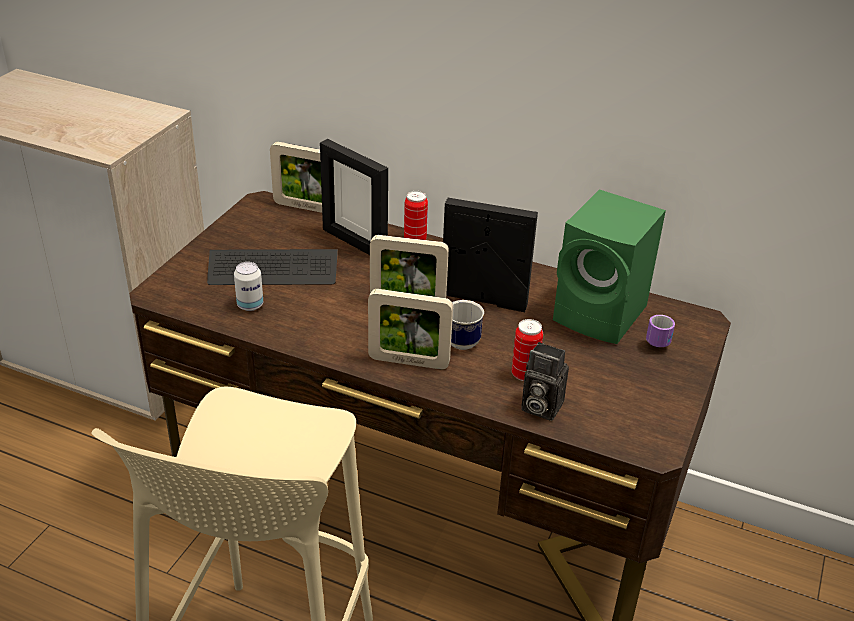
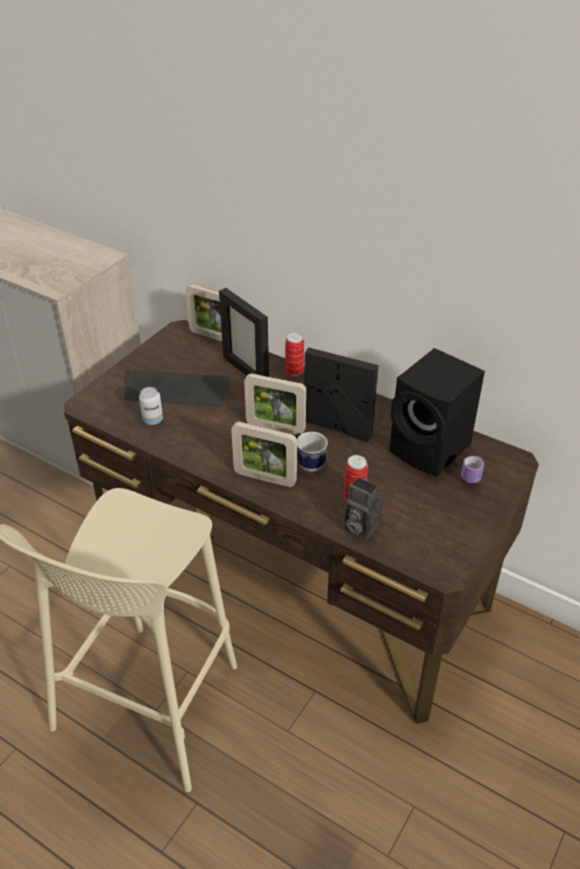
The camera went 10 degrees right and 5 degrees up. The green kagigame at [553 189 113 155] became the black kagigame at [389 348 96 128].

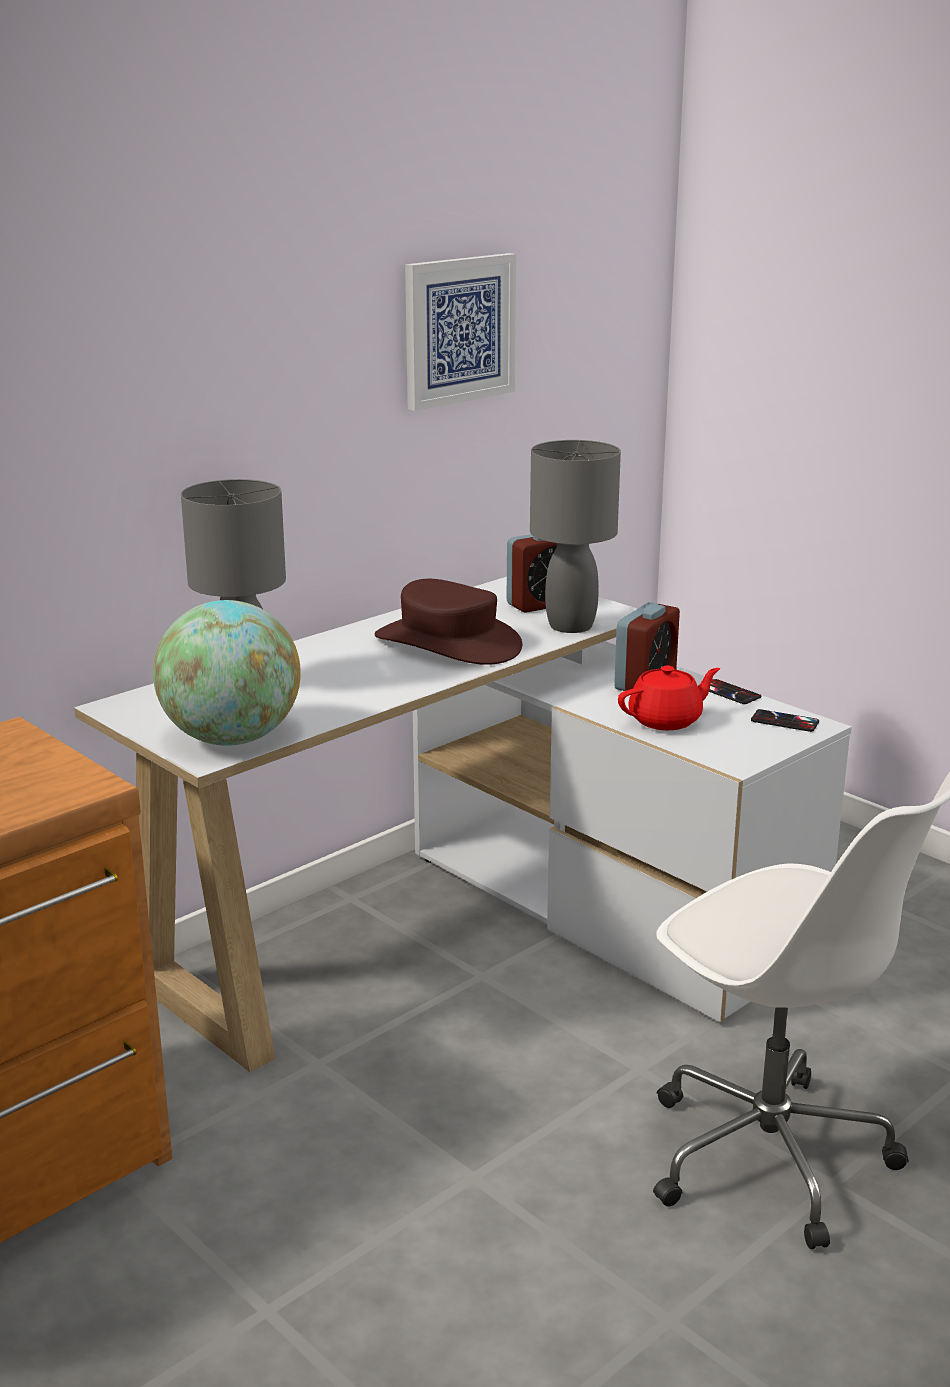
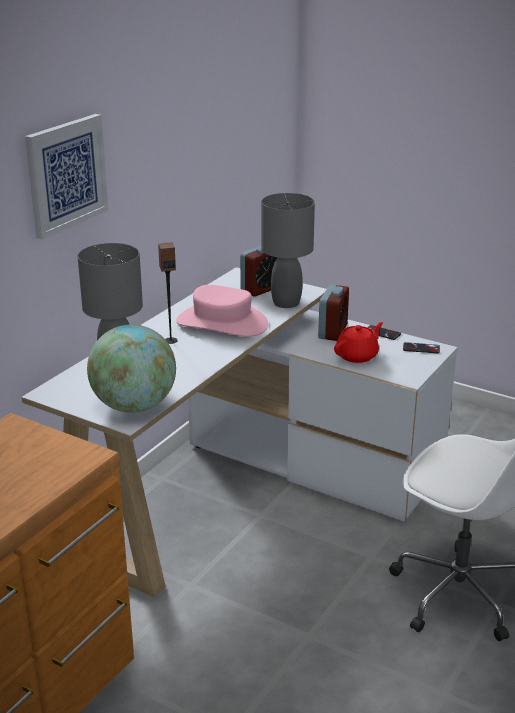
The camera went 15 degrees left and 5 degrees up. The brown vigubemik at [374 579 149 86] became the pink vigubemik at [176 285 92 52]. The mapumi moved from [405 253 111 158] to [25 114 84 126]. The kagigame at [158 242 20 102] appeared.

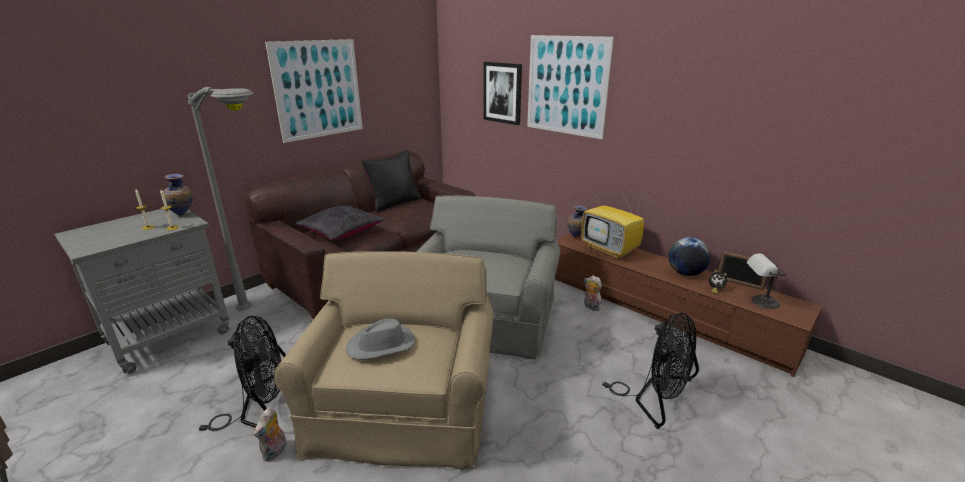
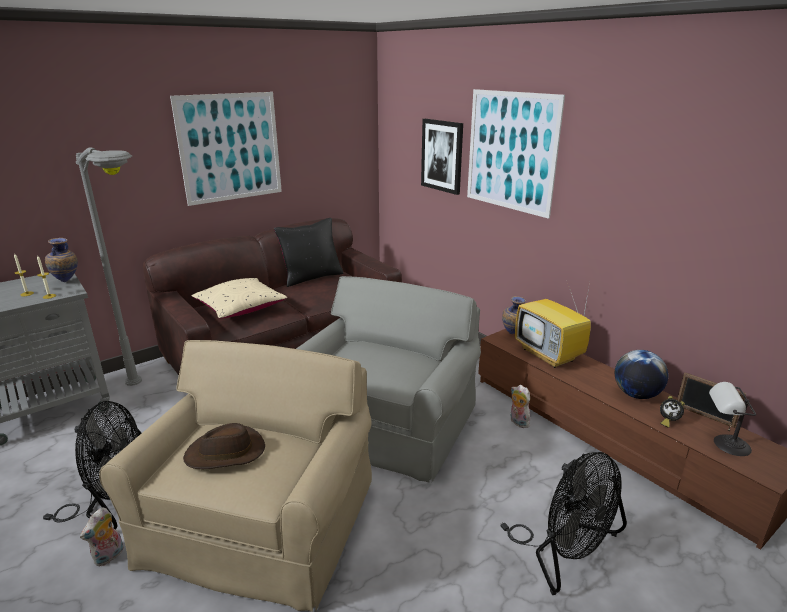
The camera went 10 degrees right and 0 degrees up. The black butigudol at [295 205 90 35] became the beige butigudol at [192 278 96 41]. The grey vigubemik at [346 318 69 41] became the brown vigubemik at [183 423 82 46].

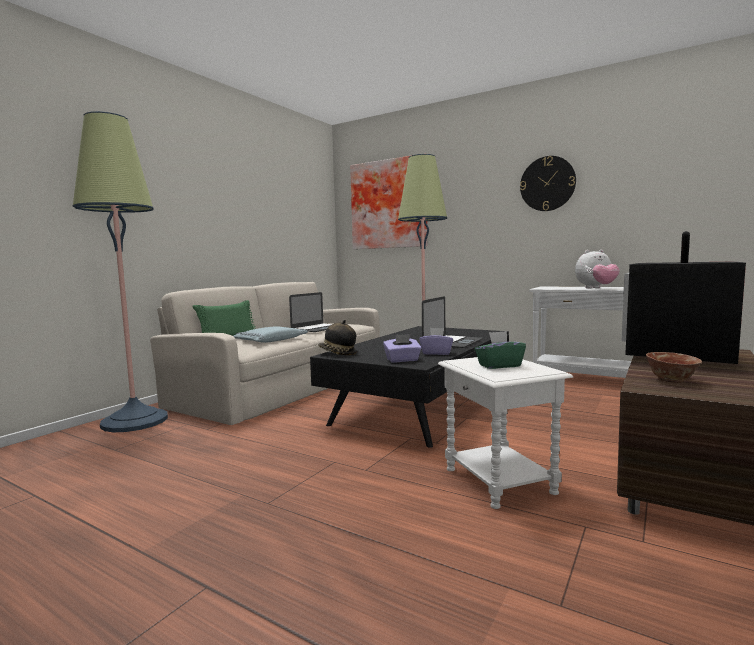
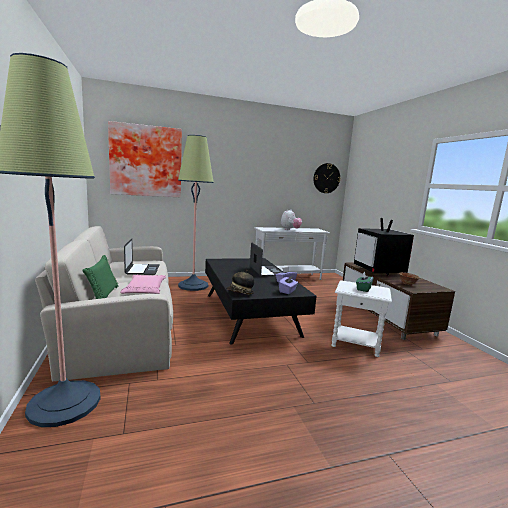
The camera went 50 degrees left and 5 degrees up. The blue butigudol at [234 326 74 17] became the pink butigudol at [120 275 46 19]. The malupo moved from [520 156 56 55] to [313 163 27 30].

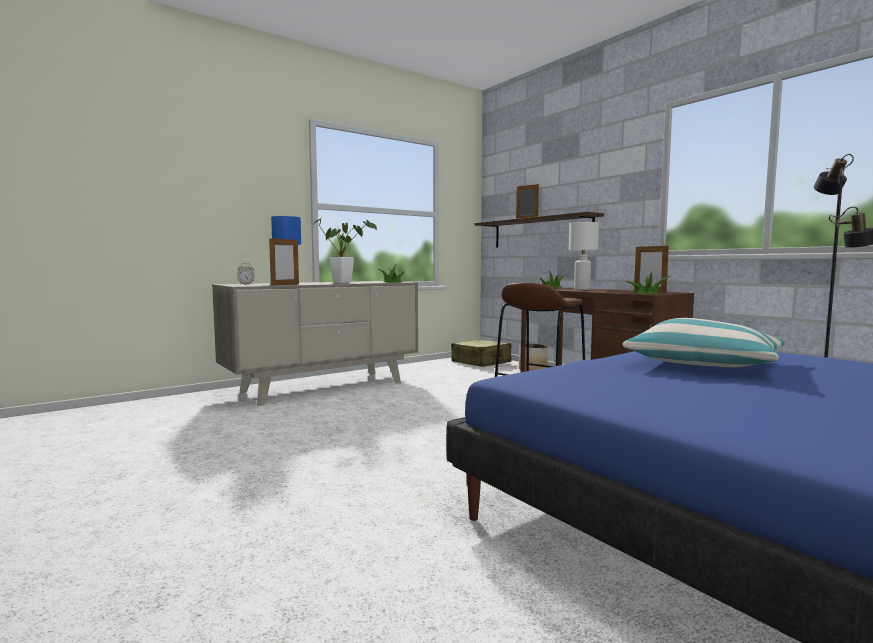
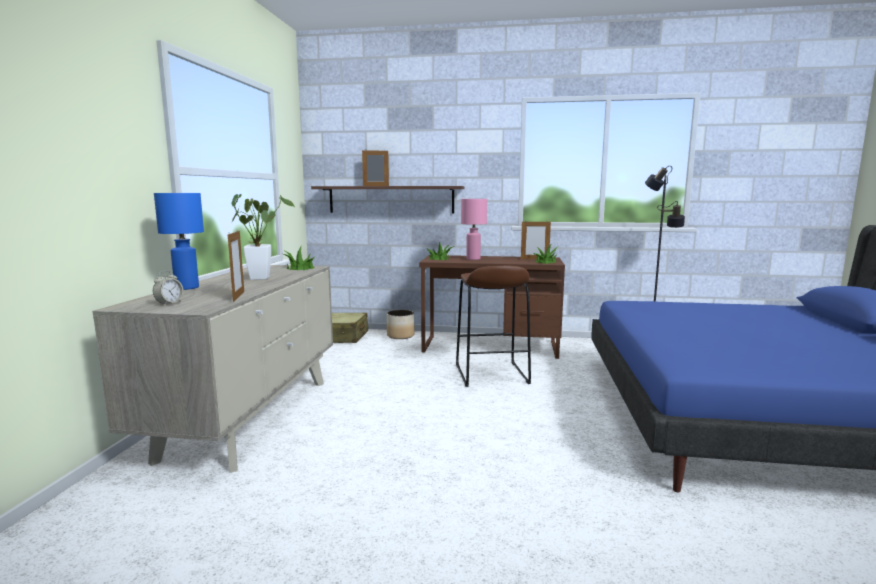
The camera went 45 degrees left and 5 degrees up. The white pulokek at [569 222 30 68] became the pink pulokek at [461 199 26 61]. The butigudol at [623 318 162 49] disappeared.

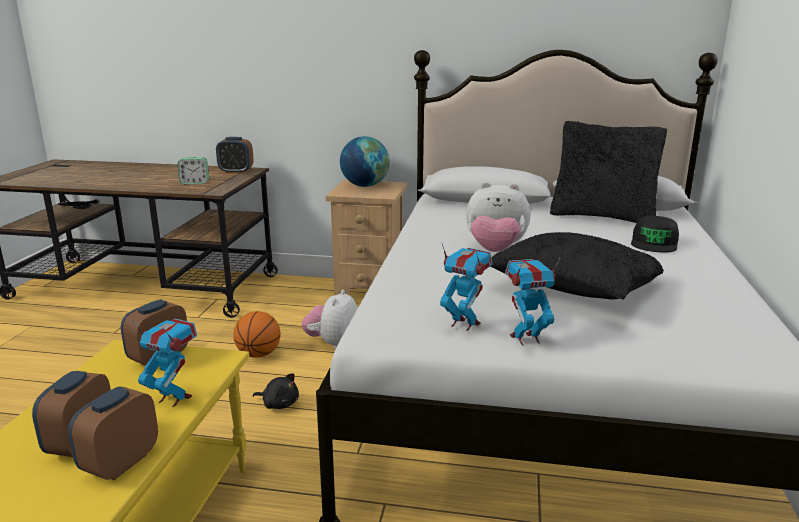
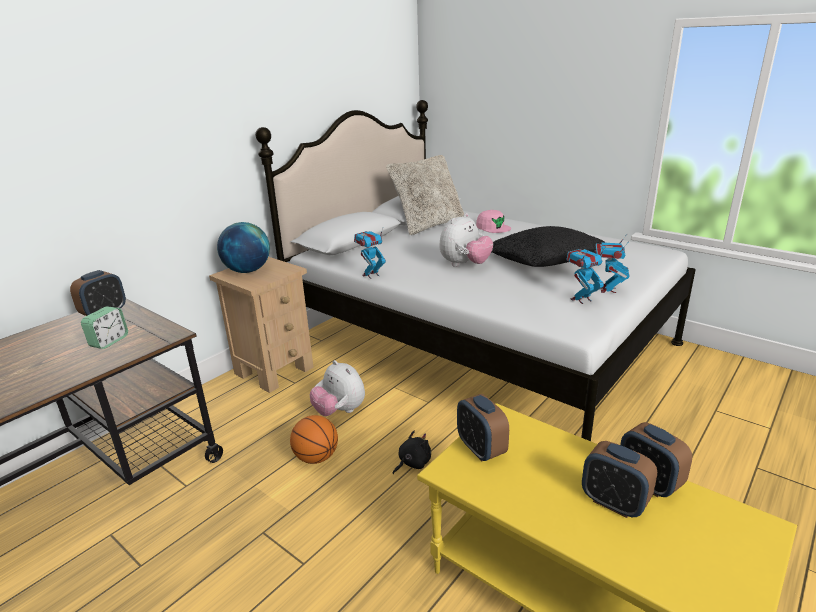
The camera went 60 degrees left and 5 degrees up. The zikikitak moved from [132 319 65 88] to [354 229 32 50]. The black butigudol at [550 121 117 102] became the beige butigudol at [386 155 78 80]. The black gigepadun at [631 216 48 36] became the pink gigepadun at [476 210 35 23].

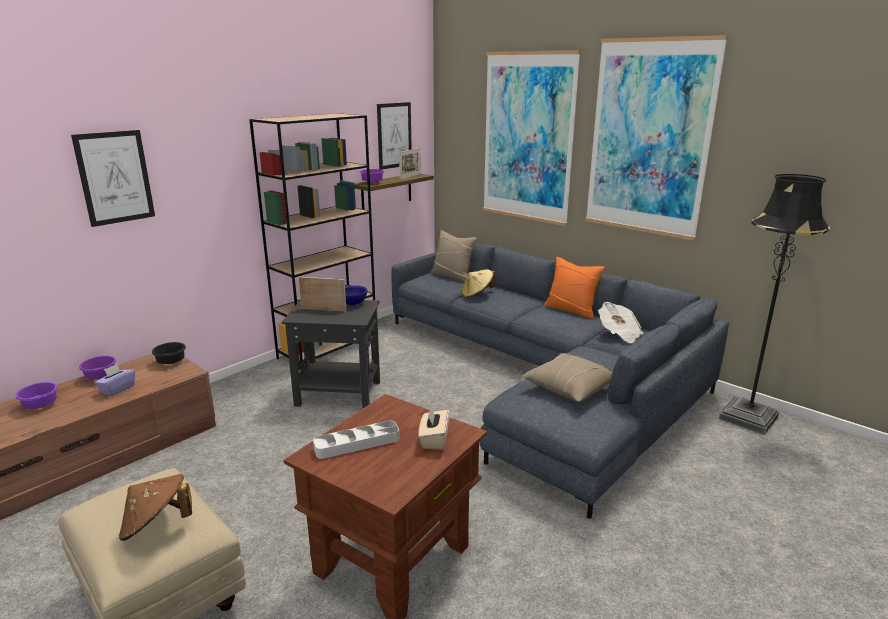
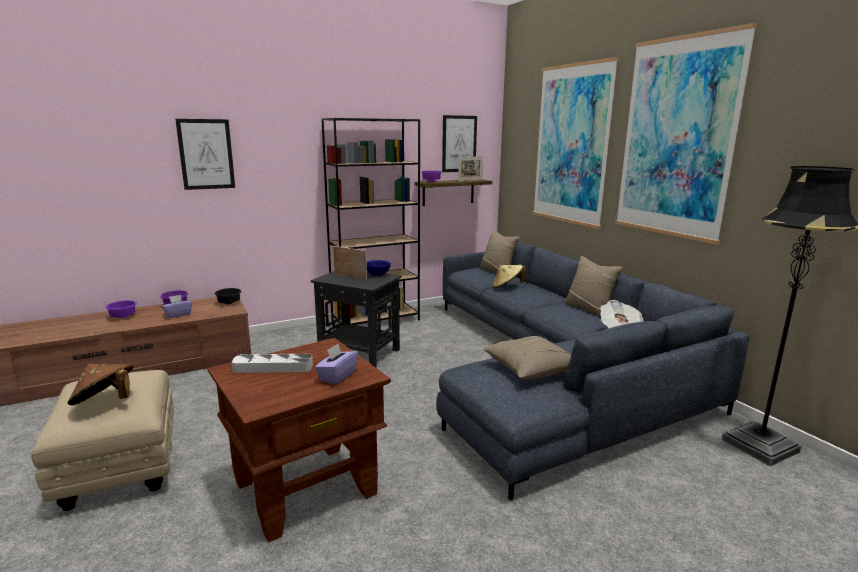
The camera went 20 degrees right and 5 degrees down. The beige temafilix at [419 406 30 44] became the purple temafilix at [315 343 43 42]. The orange butigudol at [544 257 61 62] became the beige butigudol at [564 256 59 61].

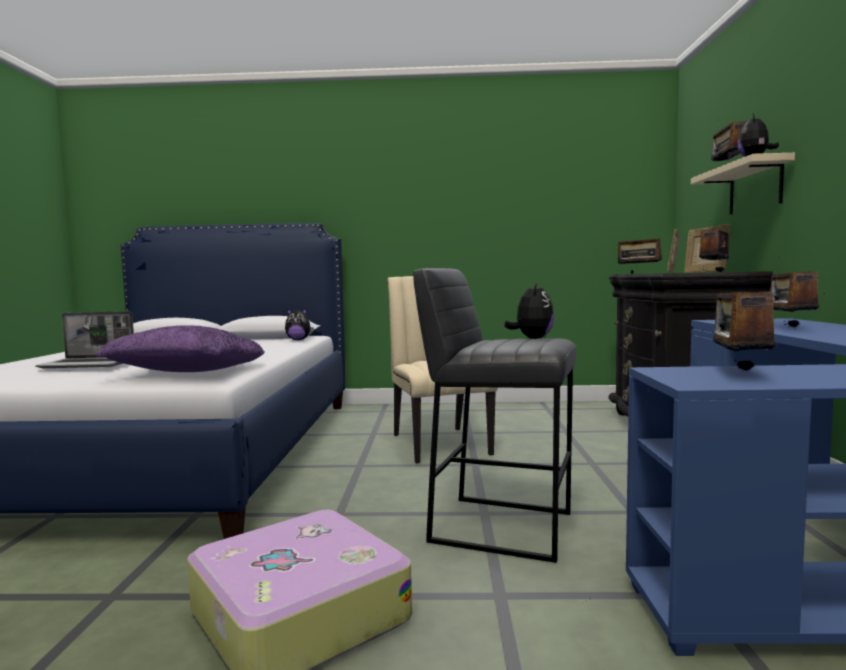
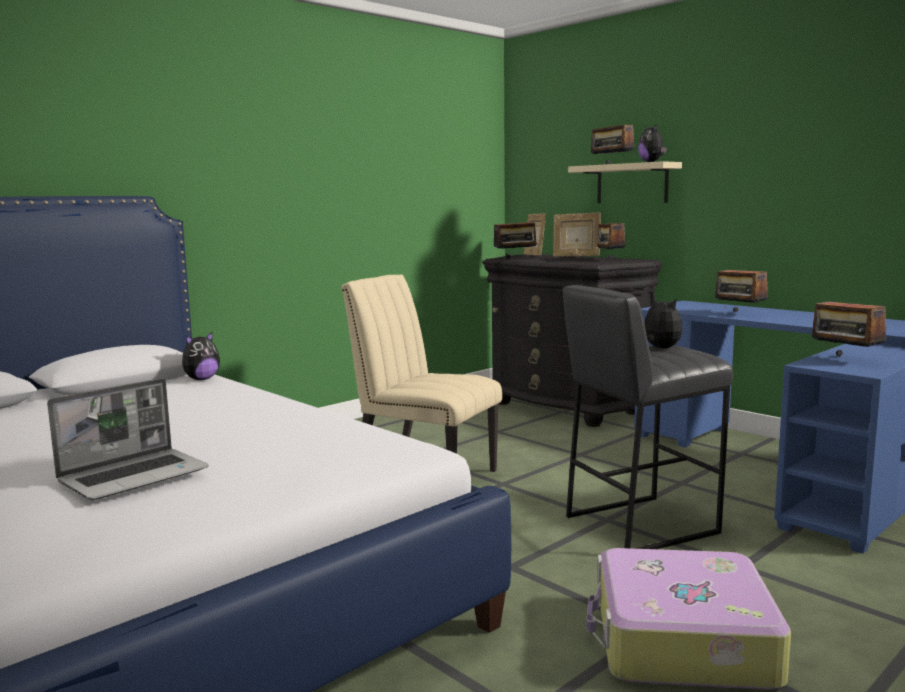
The camera went 45 degrees left and 5 degrees up. The purple butigudol at [96 325 168 47] disappeared.

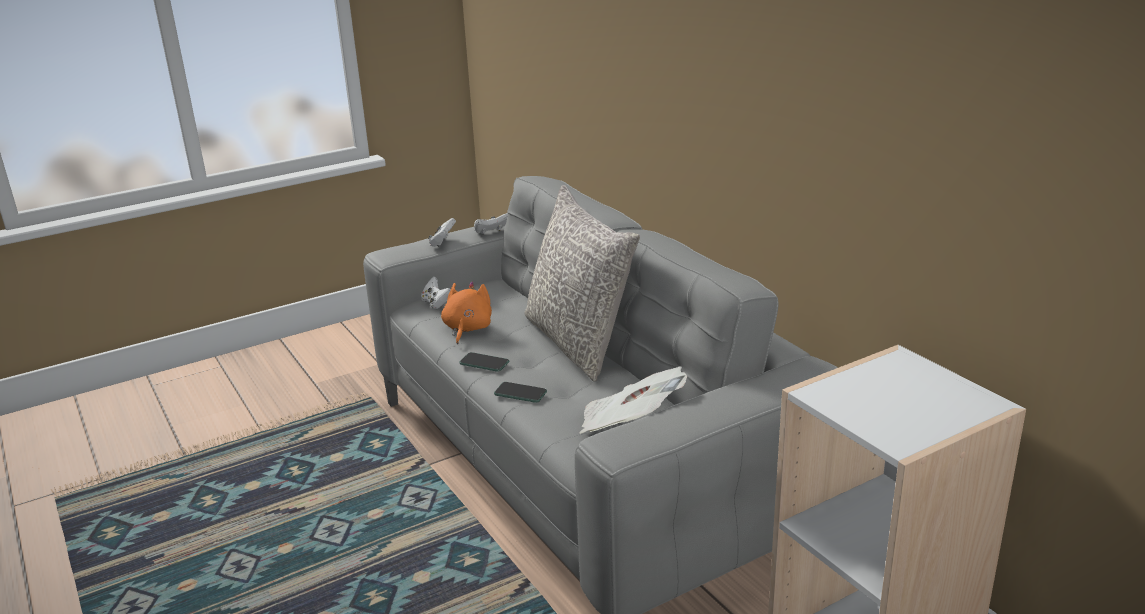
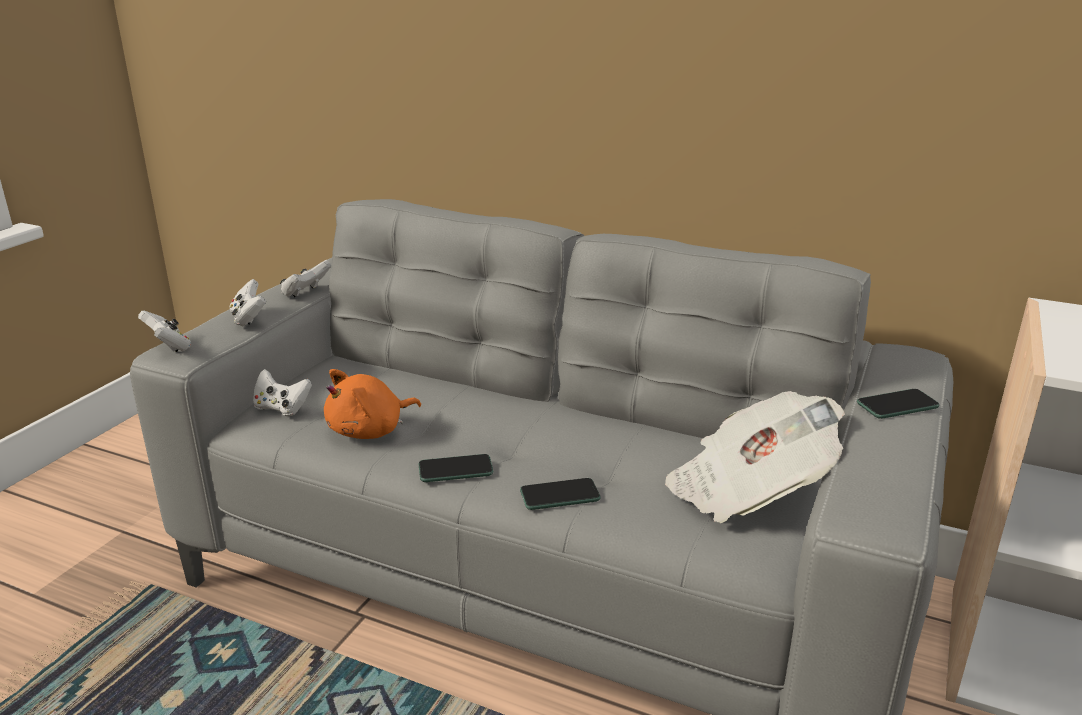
The camera went 35 degrees left and 0 degrees up. The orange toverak at [441 281 51 63] turned 105 degrees counterclockwise. The grey butigudol at [525 185 115 196] disappeared. The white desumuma at [138 310 53 42] appeared. The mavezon at [857 389 83 30] appeared.

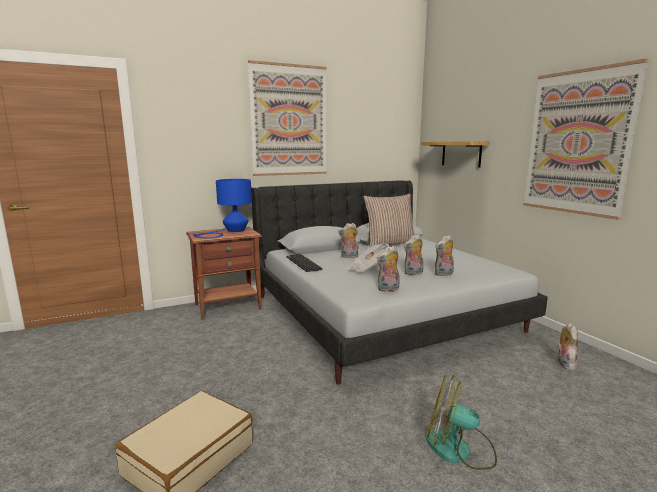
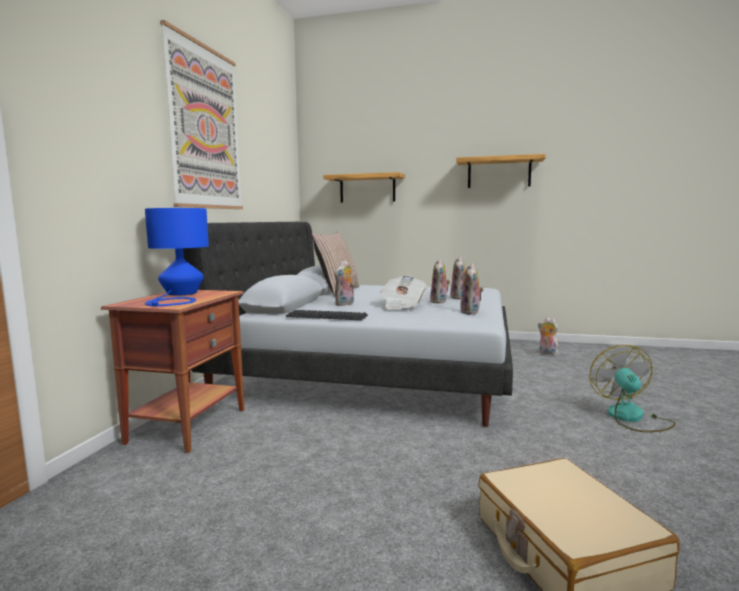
The camera went 50 degrees left and 5 degrees down. The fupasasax at [425 375 72 95] turned 120 degrees clockwise. The mapumi at [523 59 125 161] was replaced by the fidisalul at [456 154 90 34].

